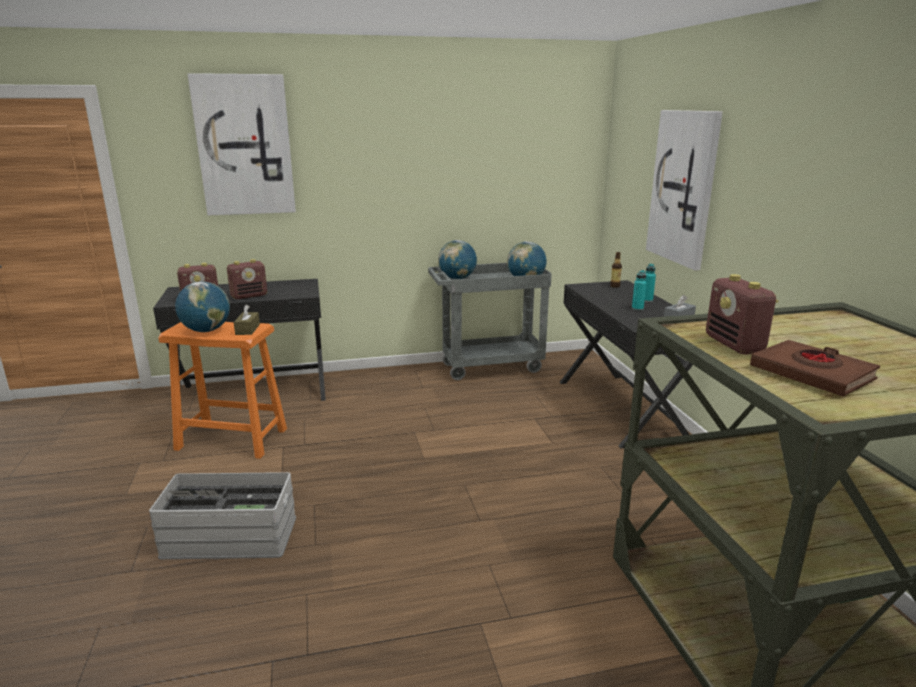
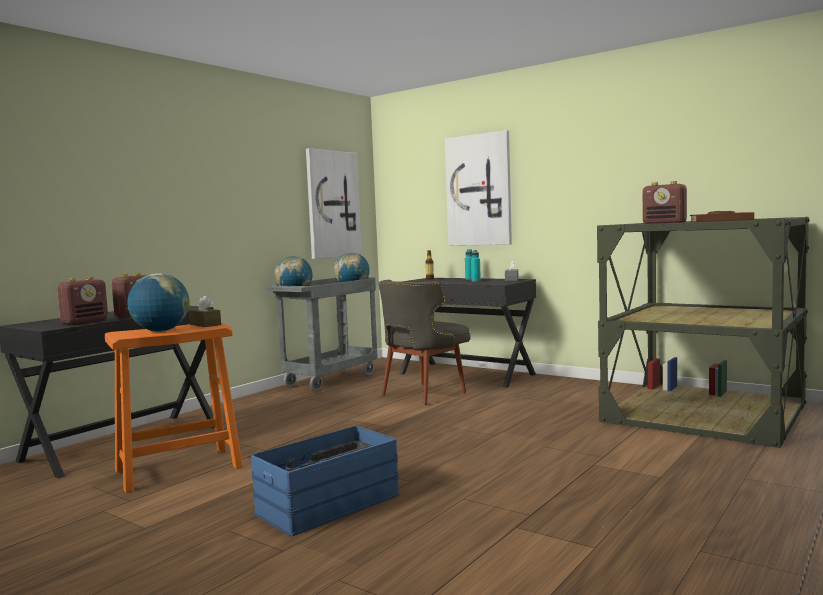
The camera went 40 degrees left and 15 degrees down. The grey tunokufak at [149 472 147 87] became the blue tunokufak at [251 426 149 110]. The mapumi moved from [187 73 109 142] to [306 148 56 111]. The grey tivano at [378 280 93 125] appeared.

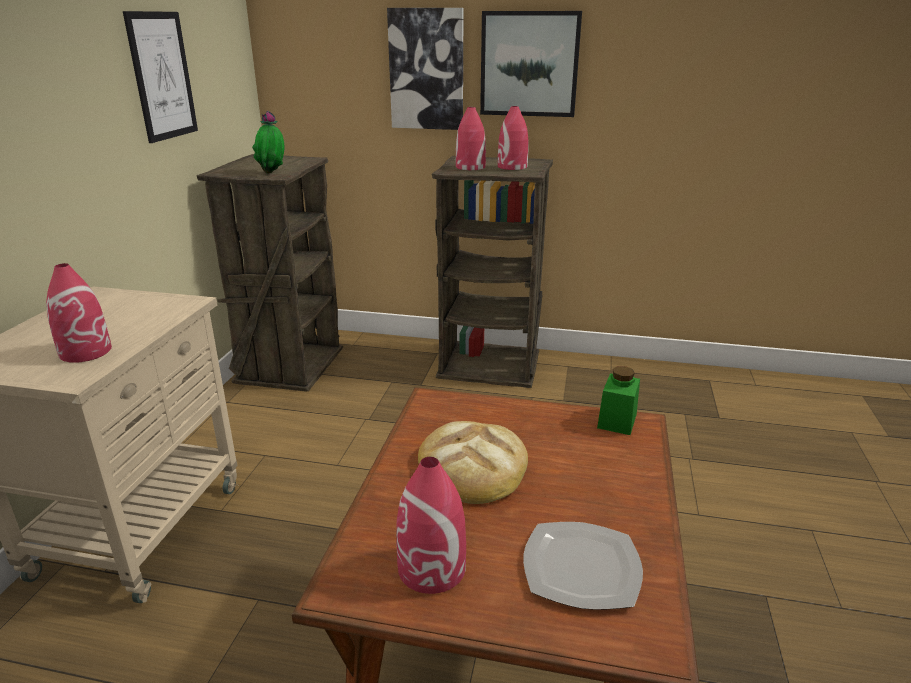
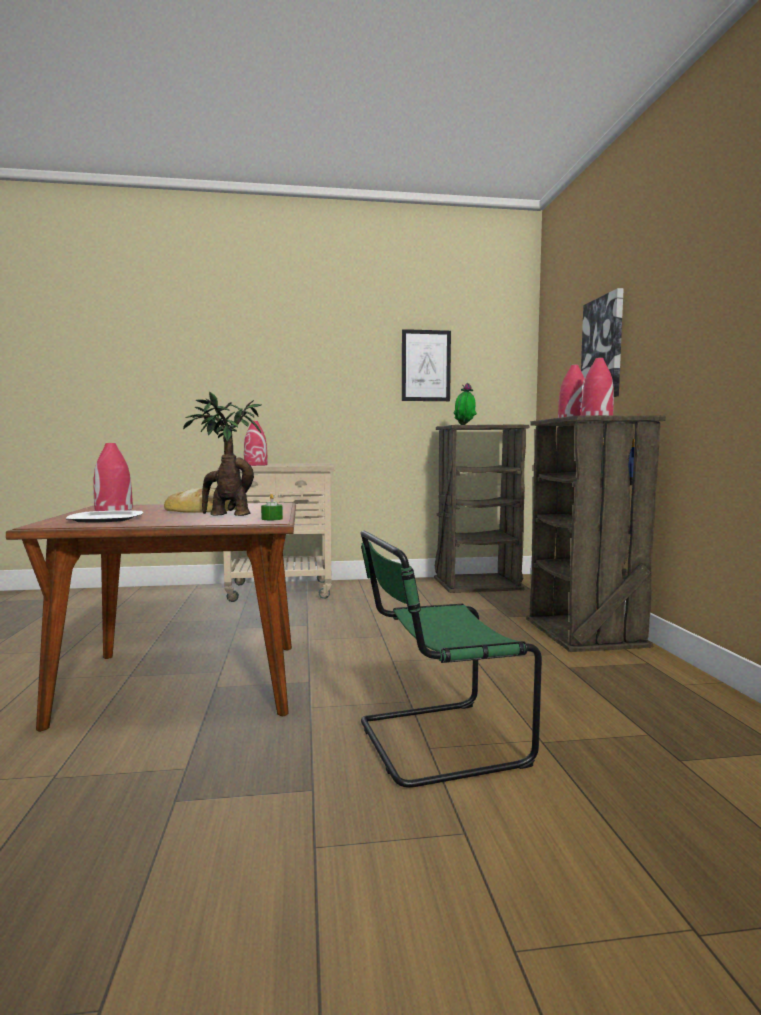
The camera went 70 degrees right and 20 degrees down. The mapumi at [480 11 102 106] disappeared. The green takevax at [597 366 43 69] was replaced by the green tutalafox at [261 494 22 26]. The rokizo at [183 391 78 125] appeared. The green tivano at [360 530 182 258] appeared.

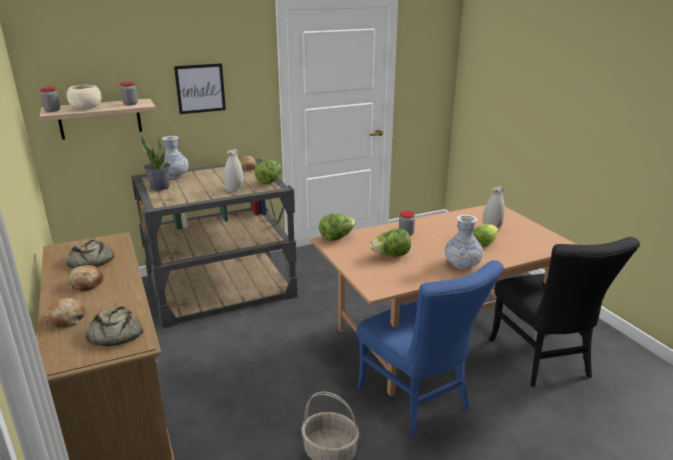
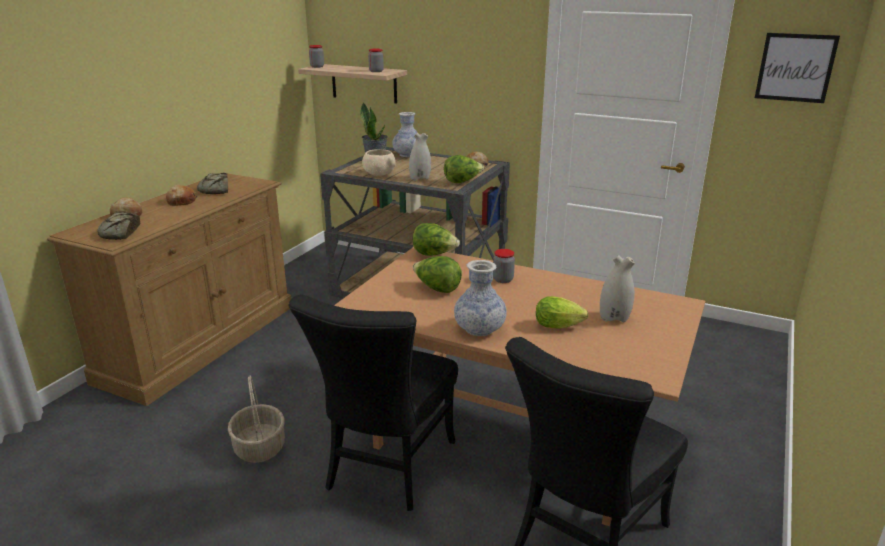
The camera went 50 degrees right and 0 degrees up. The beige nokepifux moved from [66 85 36 24] to [362 149 34 27]. The mapumi moved from [174 63 52 51] to [755 33 85 70]. The blue tivano at [357 260 147 177] became the black tivano at [288 294 170 217].

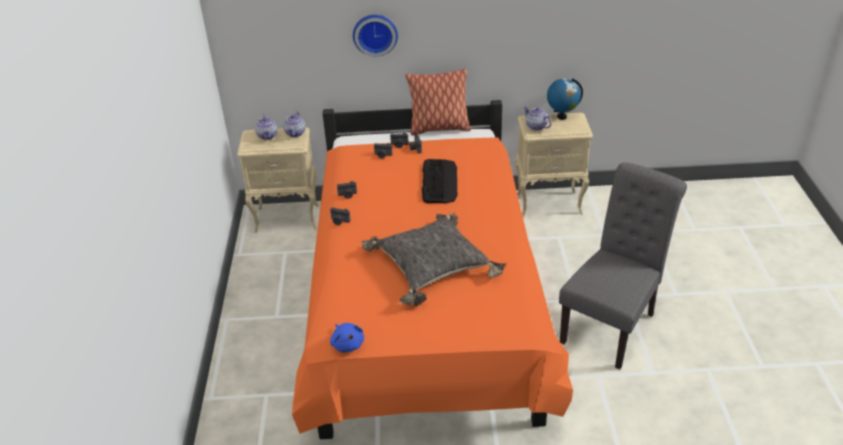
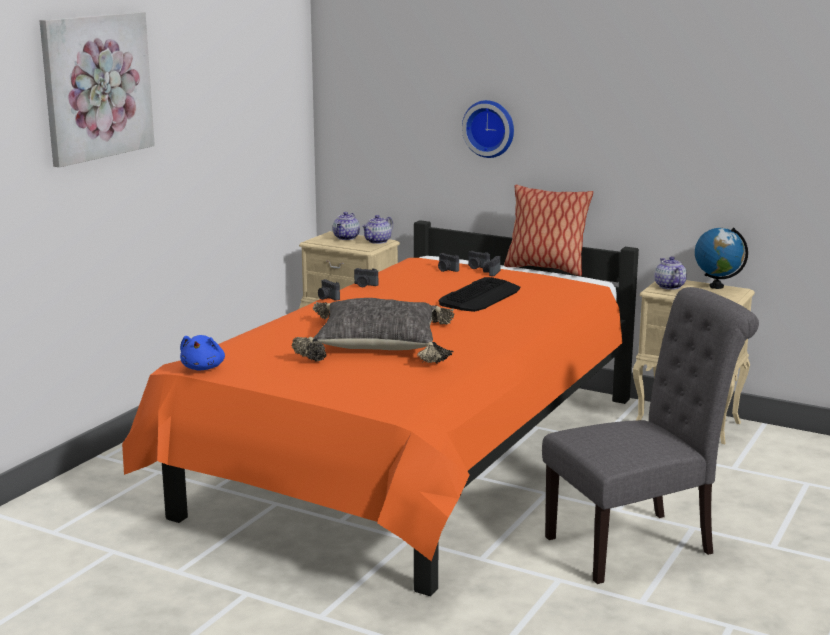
The camera went 30 degrees right and 20 degrees down. The mapumi at [40 12 115 155] appeared.

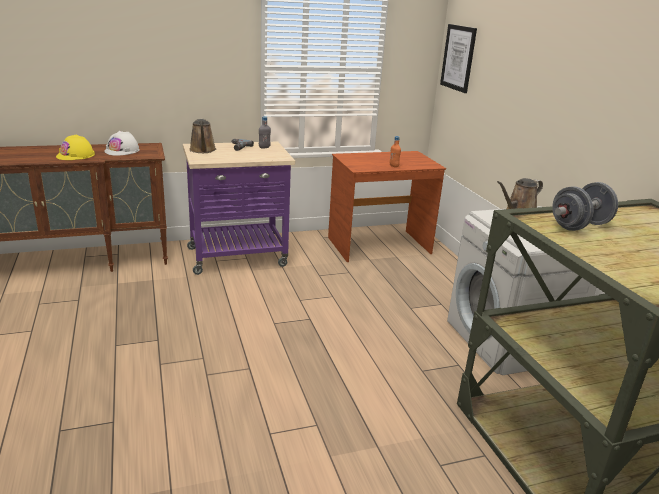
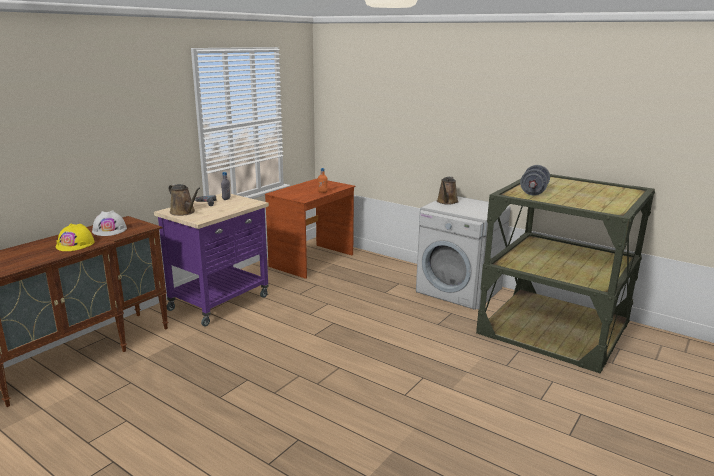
The camera went 35 degrees left and 5 degrees down. The mapumi at [440 24 37 69] disappeared.

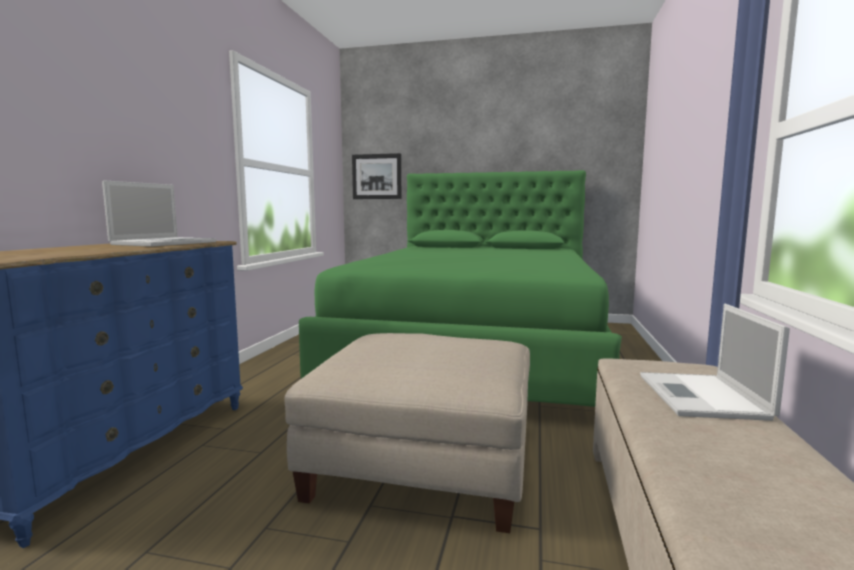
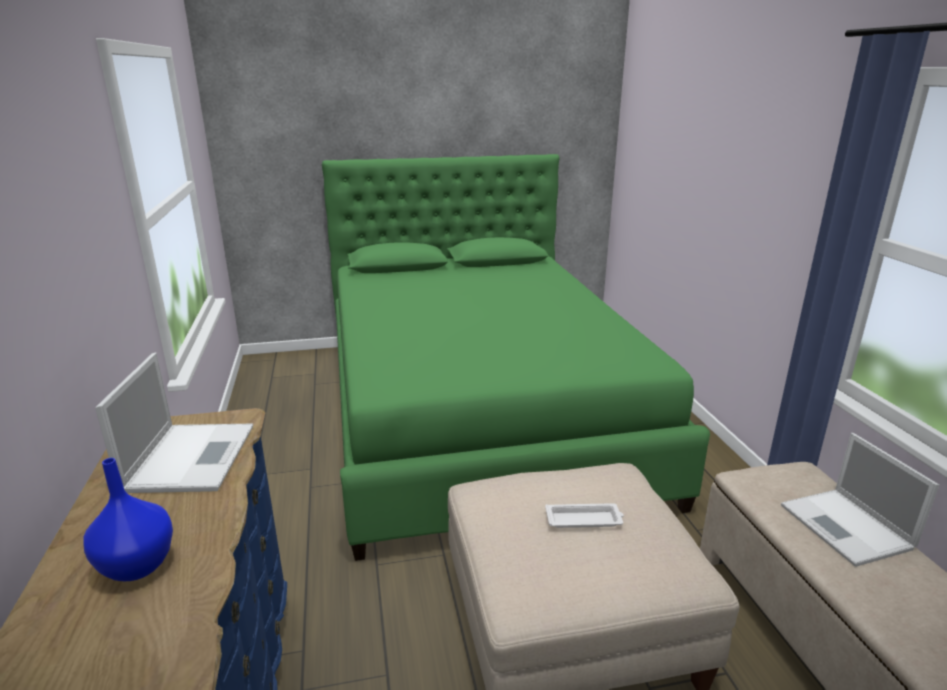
The camera went 25 degrees left and 15 degrees up. The mapumi at [352 153 49 46] disappeared. The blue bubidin at [84 458 89 123] appeared. The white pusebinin at [545 503 79 25] appeared.

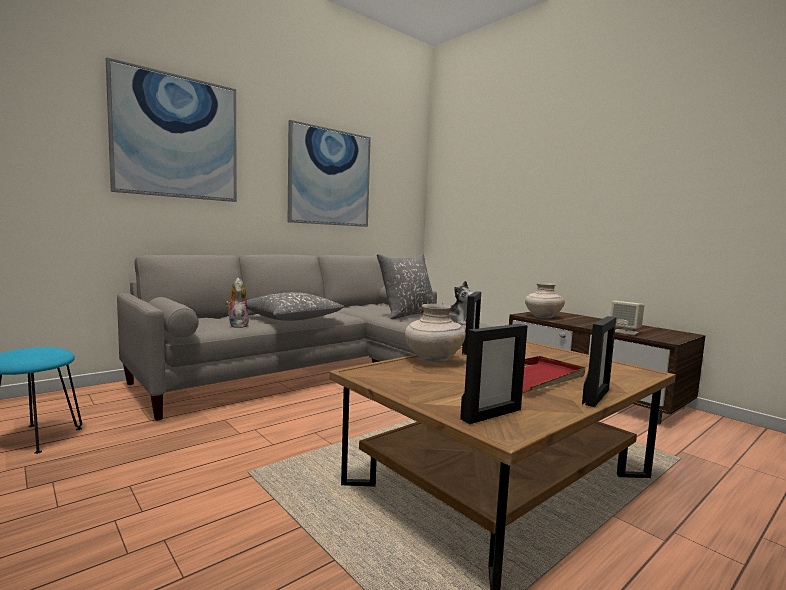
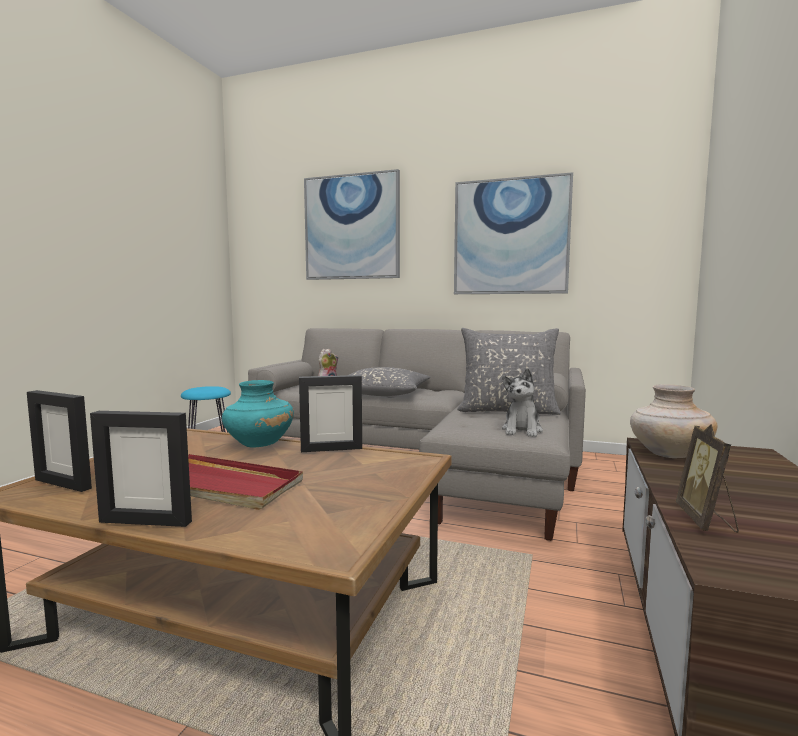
The camera went 60 degrees right and 0 degrees up. The beige bubidin at [405 304 61 58] became the turquoise bubidin at [222 380 72 68]. The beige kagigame at [610 301 34 34] was replaced by the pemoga at [675 424 64 109].

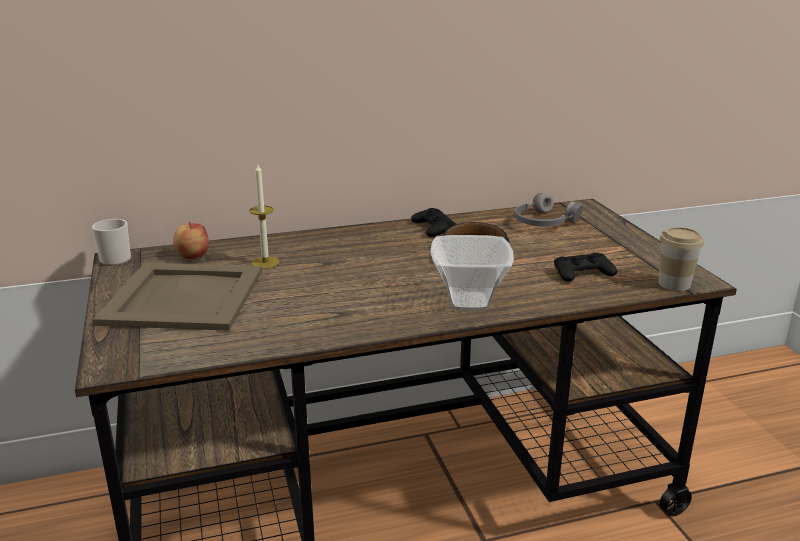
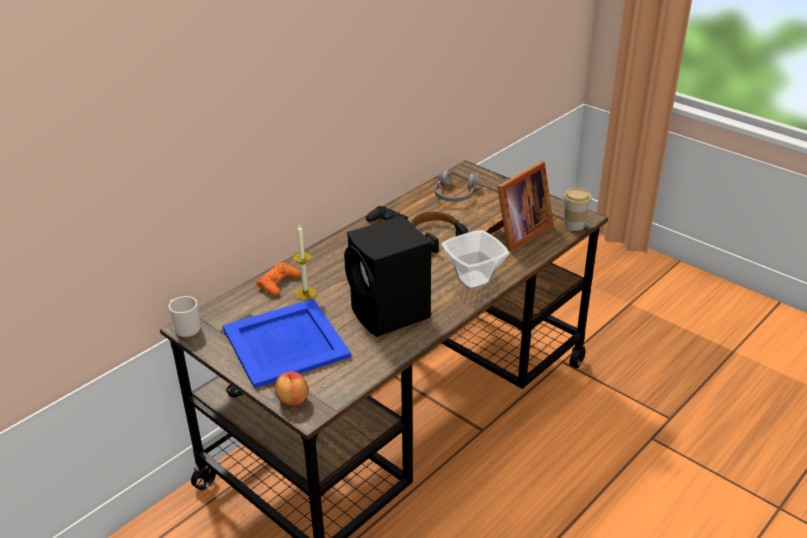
The camera went 30 degrees left and 10 degrees up. The beige pusebinin at [93 263 169 68] became the blue pusebinin at [223 299 128 89]. The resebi moved from [173 221 36 38] to [275 371 34 36]. The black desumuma at [554 253 63 29] was replaced by the pemoga at [487 161 66 91]. The orange desumuma at [256 263 45 33] appeared. The black kagigame at [344 216 87 121] appeared.

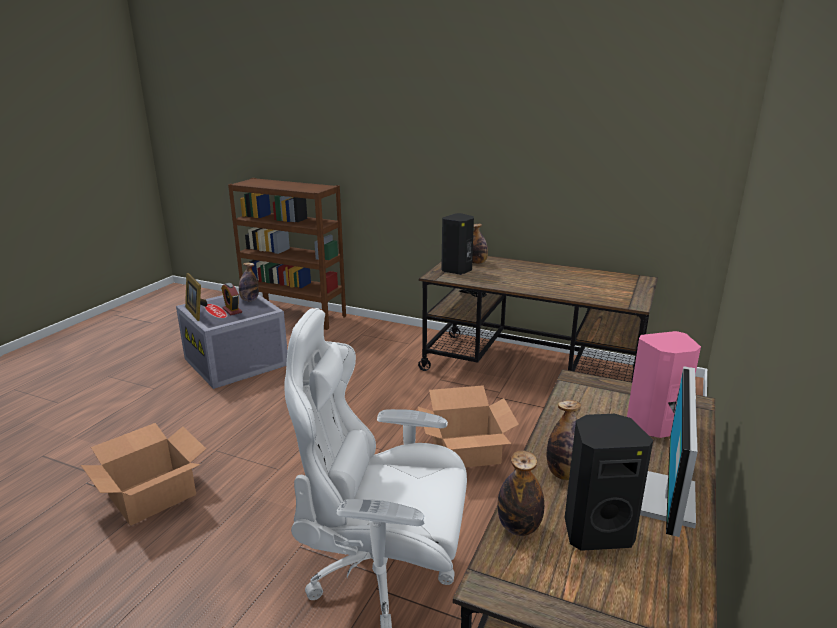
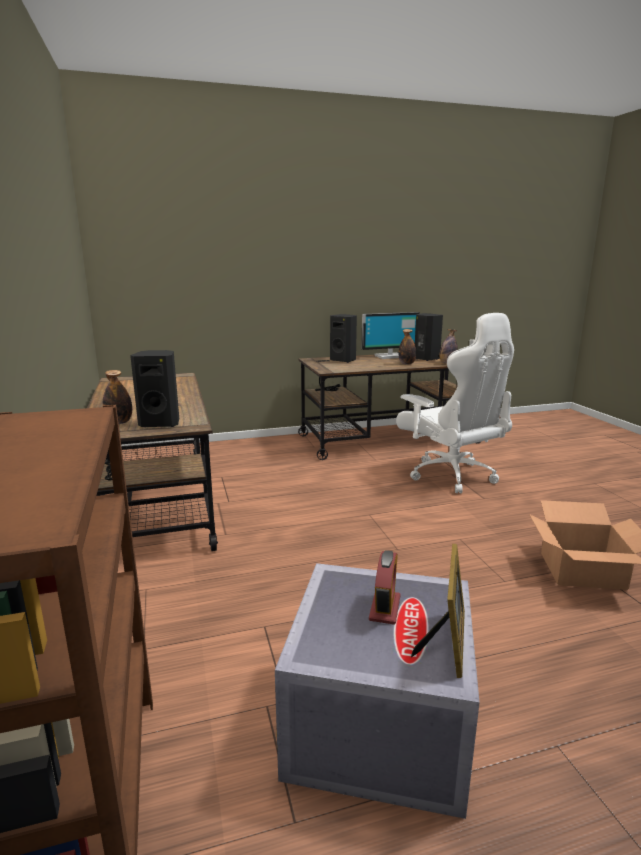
The camera went 130 degrees left and 5 degrees down. The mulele at [239 263 20 38] disappeared. The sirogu at [417 385 102 83] disappeared. The pink kagigame at [627 331 74 107] became the black kagigame at [330 314 27 49].

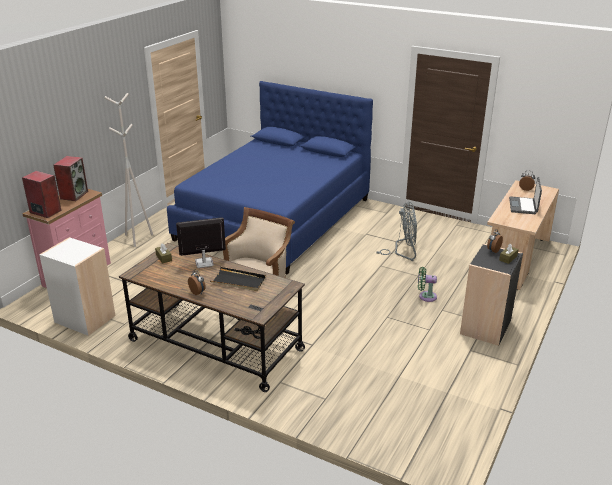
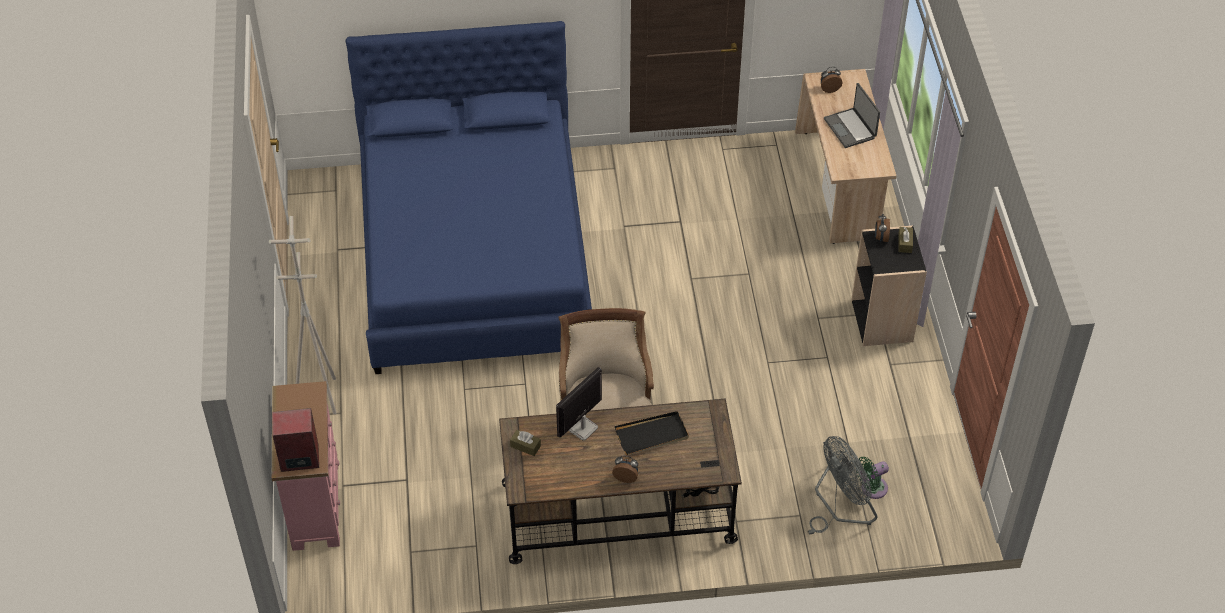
The camera went 35 degrees left and 20 degrees up. The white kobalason at [39 237 77 99] disappeared. The kagigame at [53 156 35 45] disappeared. The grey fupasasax moved from [376 201 41 61] to [808 436 70 99]. The green fupasasax moved from [418 267 19 35] to [859 457 30 42].

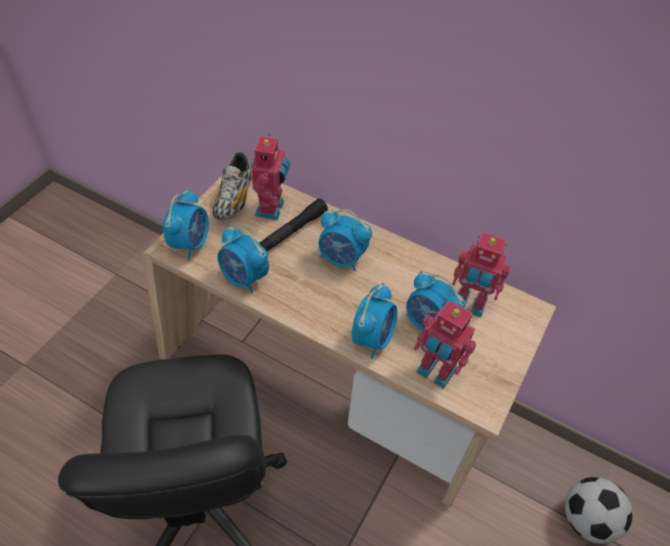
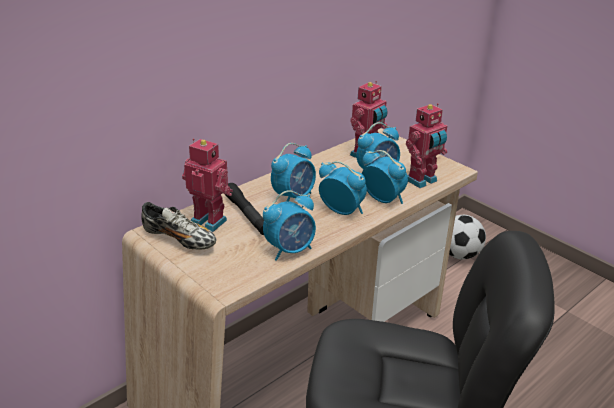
The camera went 70 degrees left and 20 degrees down. The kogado moved from [162 189 47 71] to [319 161 48 54].

